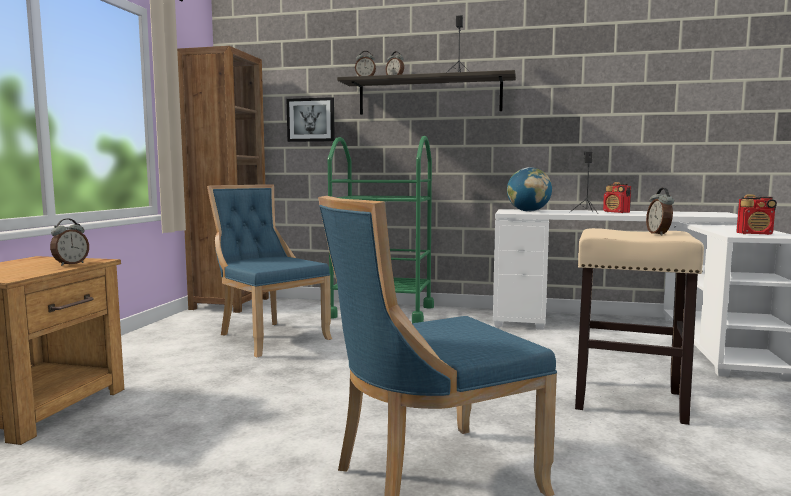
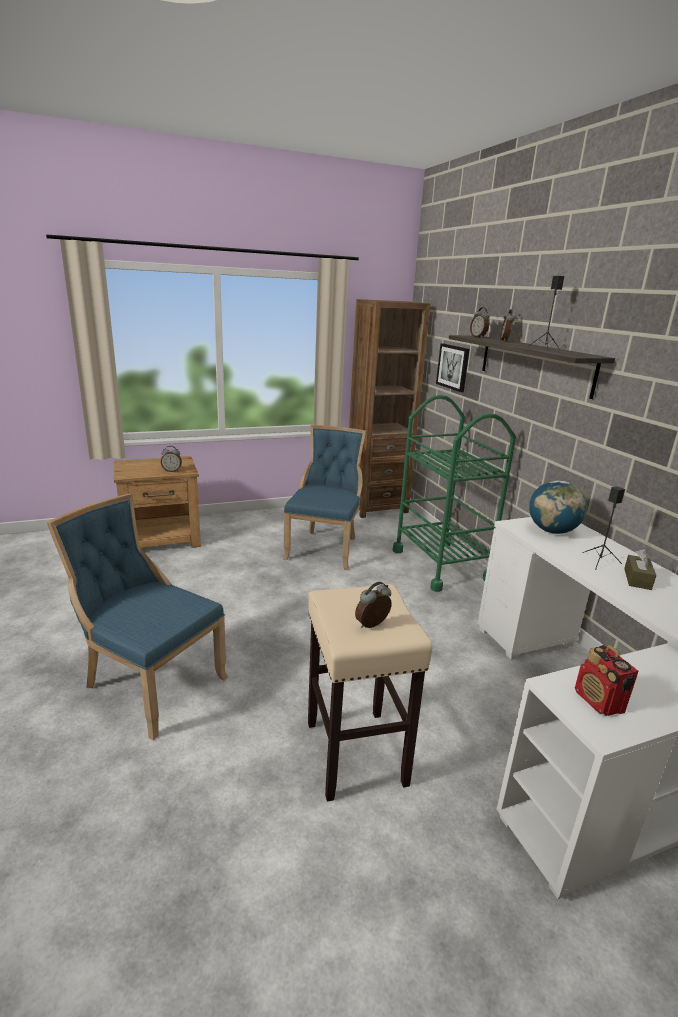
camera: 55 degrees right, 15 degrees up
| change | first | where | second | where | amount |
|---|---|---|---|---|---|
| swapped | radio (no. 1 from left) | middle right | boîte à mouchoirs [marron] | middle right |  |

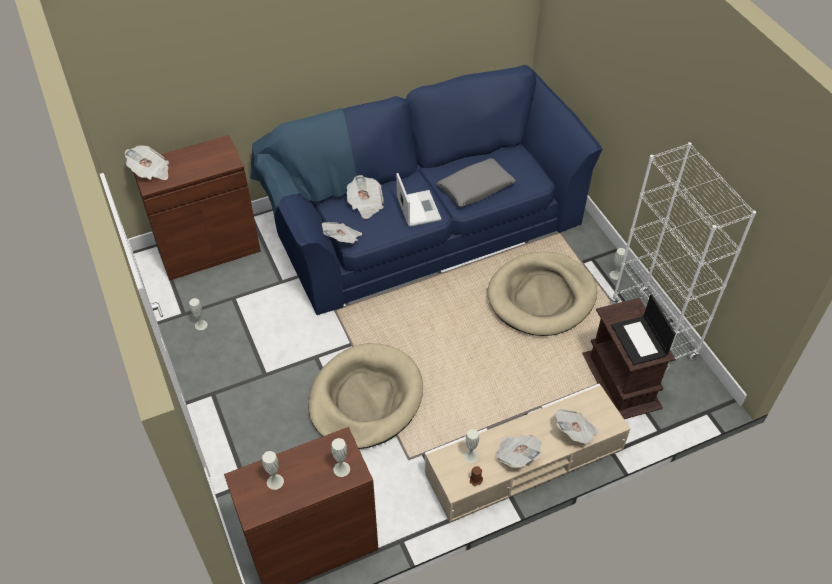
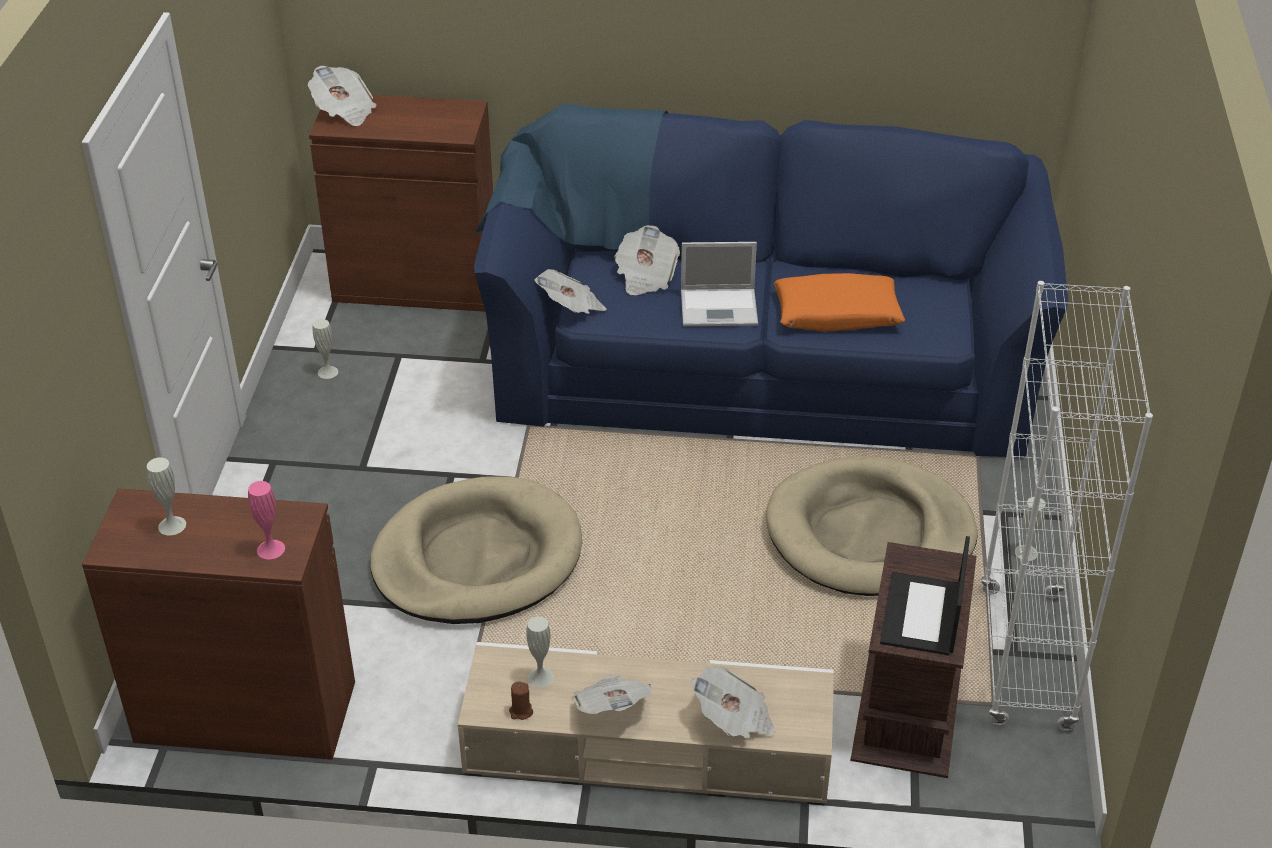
camera: 30 degrees right, 10 degrees down
| change | first | where | second | where | amount |
|---|---|---|---|---|---|
| repainted | vase [blanc] (no. 3 from left) | bottom centre | vase [rose] | middle left |  |
| rotated | ordinateur portable (no. 1 from left) | centre |  | centre | 75 degrees clockwise |
| repainted | coussin [gris] | top centre | coussin [orange] | centre |  |

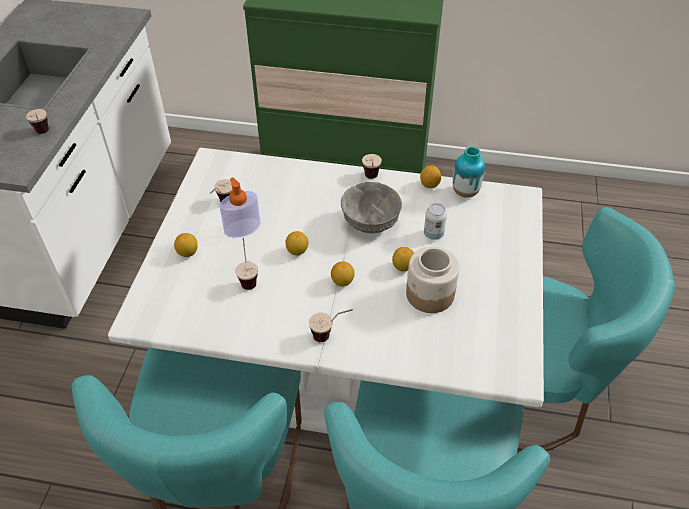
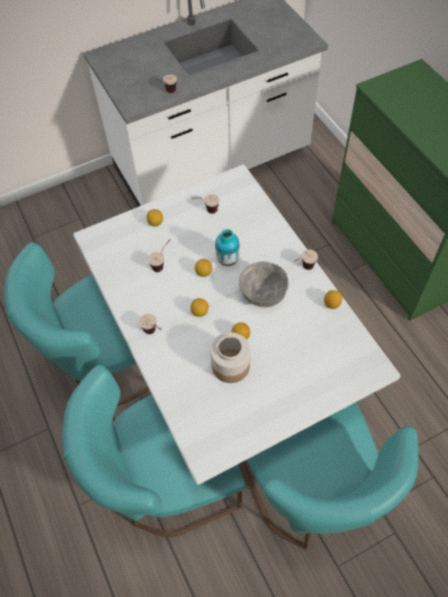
camera: 55 degrees right, 10 degrees up
| change | first | where | second | where | amount |
|---|---|---|---|---|---|
| shifted | vase | middle right |  | centre |  |
| gone | distributeur de savon | centre |  |  |  |
| gone | boîte métallique | centre |  |  |  |

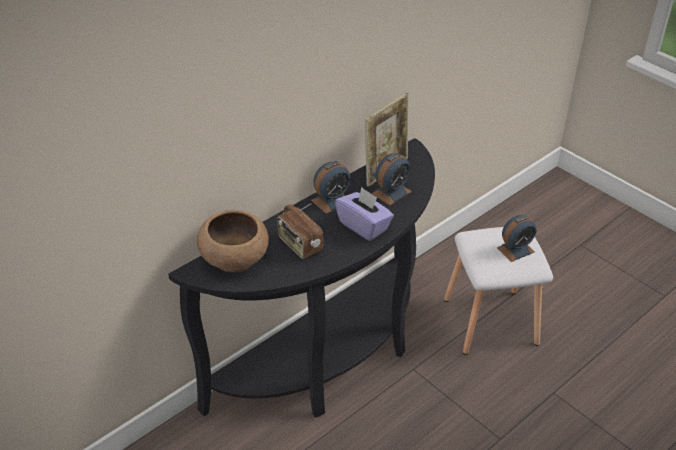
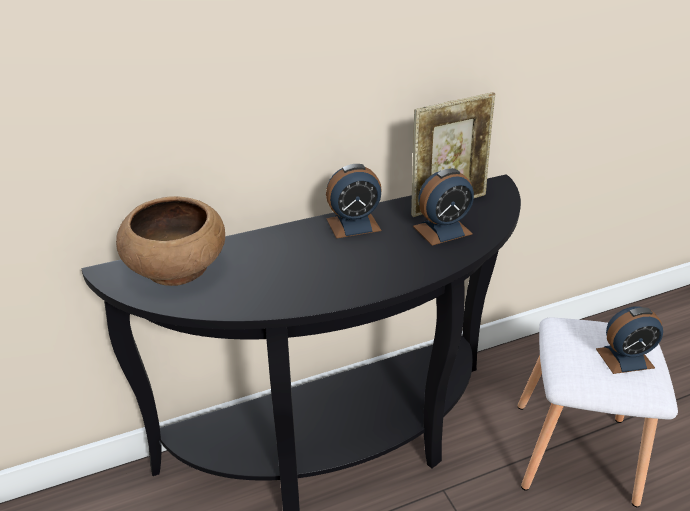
camera: 20 degrees right, 5 degrees down
| change | first | where | second | where | amount |
|---|---|---|---|---|---|
| gone | radio | centre |  |  |  |
| gone | boîte à mouchoirs [violet] | centre |  |  |  |

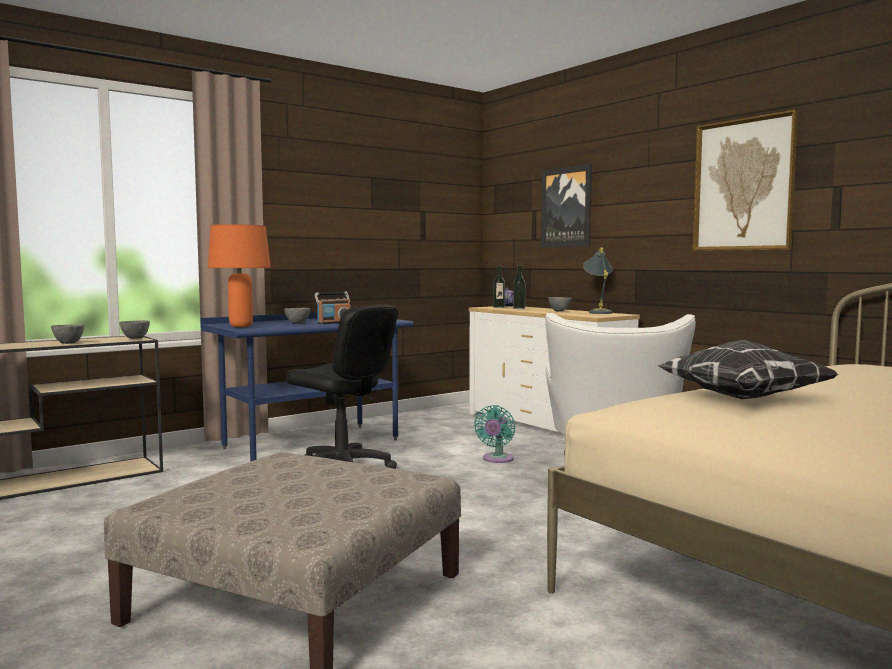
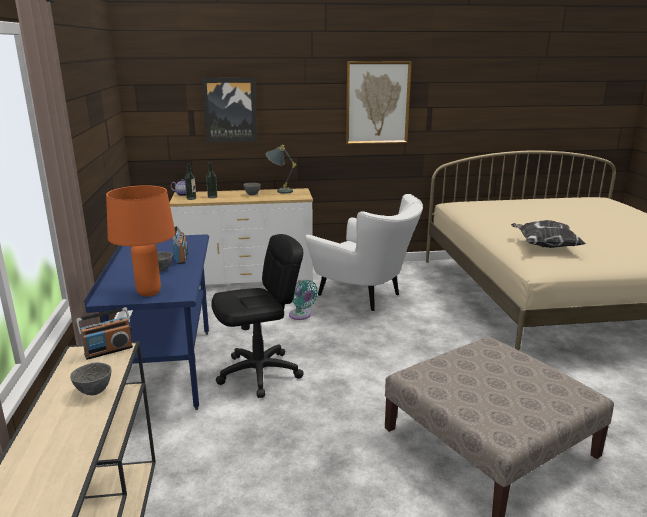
camera: 60 degrees left, 15 degrees up
| change | first | where | second | where | amount |
|---|---|---|---|---|---|
| swapped | bol [gris] (no. 2 from left) | middle left | radio (no. 1 from left) | middle left |  |

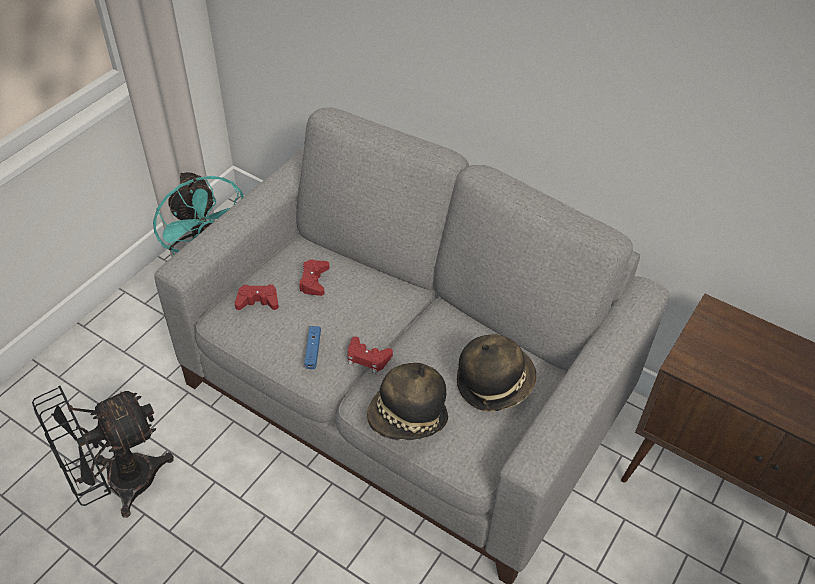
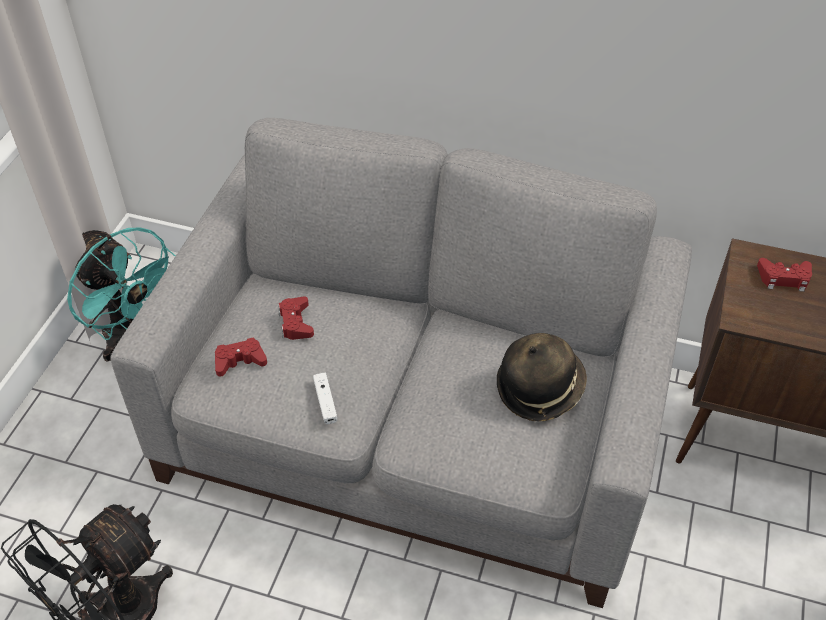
camera: 15 degrees left, 0 degrees up
| change | first | where | second | where | amount |
|---|---|---|---|---|---|
| repainted | manette [bleu] | centre | manette [blanc] | centre |  |
| shifted | manette [rouge] (no. 3 from left) | centre |  | middle right |  |
| gone | chapeau (no. 1 from left) | bottom centre |  |  |  |

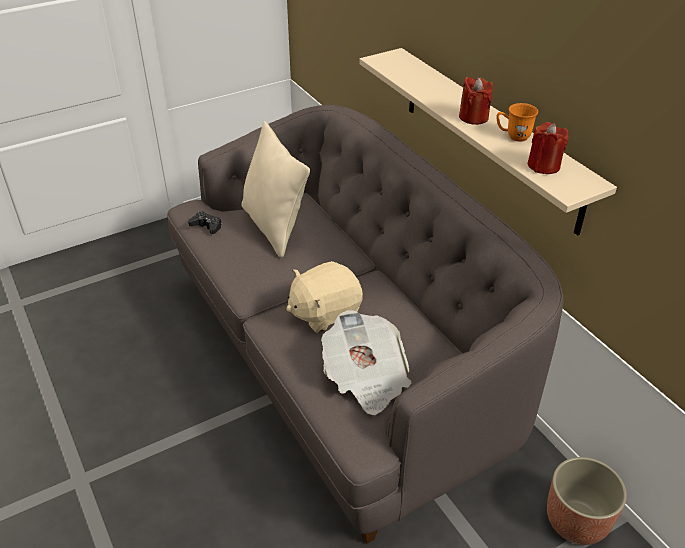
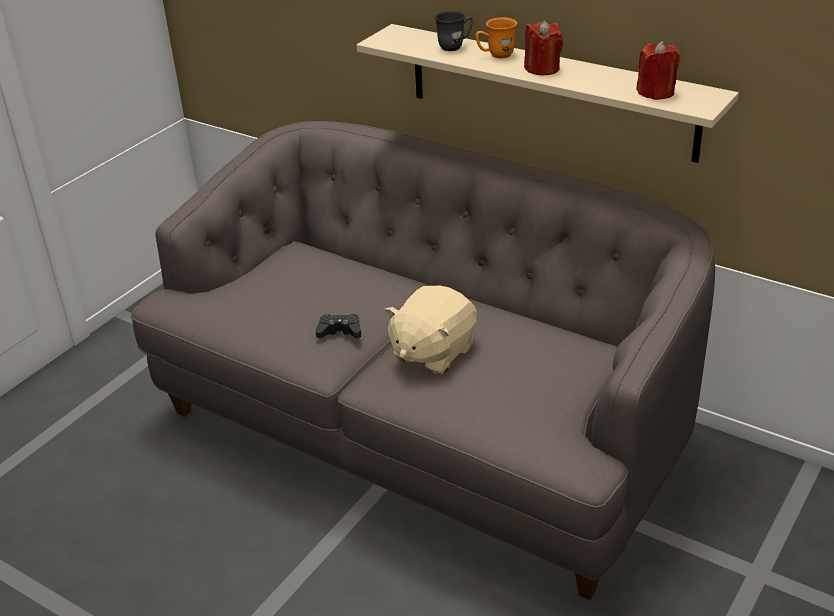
camera: 25 degrees left, 5 degrees down
| change | first | where | second | where | amount |
|---|---|---|---|---|---|
| shifted | manette [noir] | middle left |  | centre |  |
| new |  |  | mug [gris] | top centre |  |
| shifted | mug [orange] | top right |  | top centre |  |
| gone | coussin [beige] | centre |  |  |  |
| gone | journal | centre |  |  |  |
| gone | cache-pot | bottom right |  |  |  |

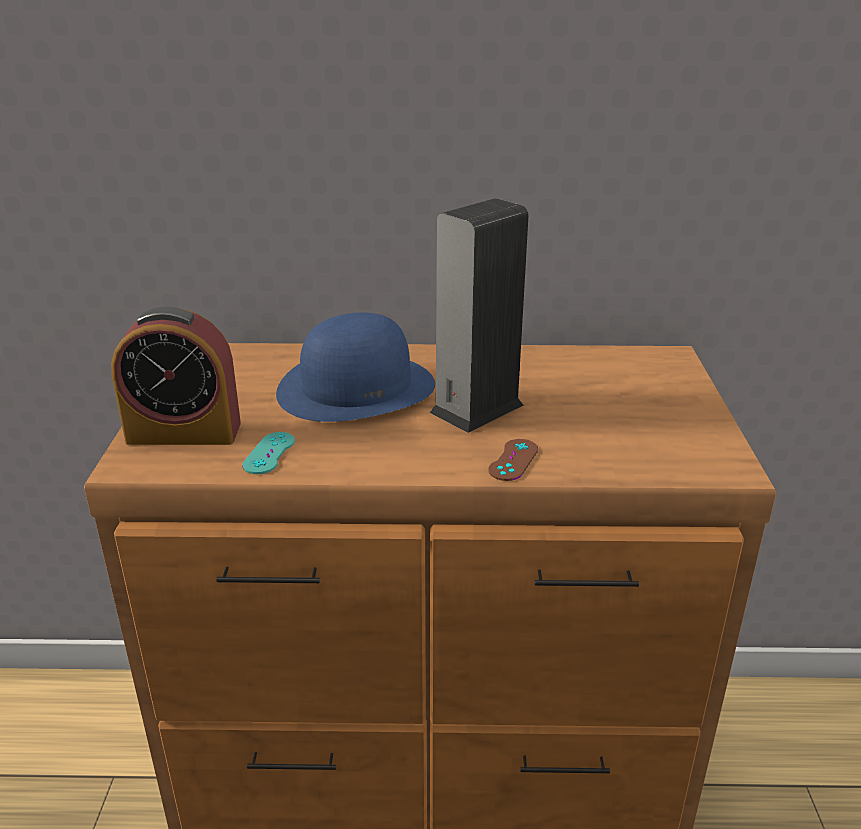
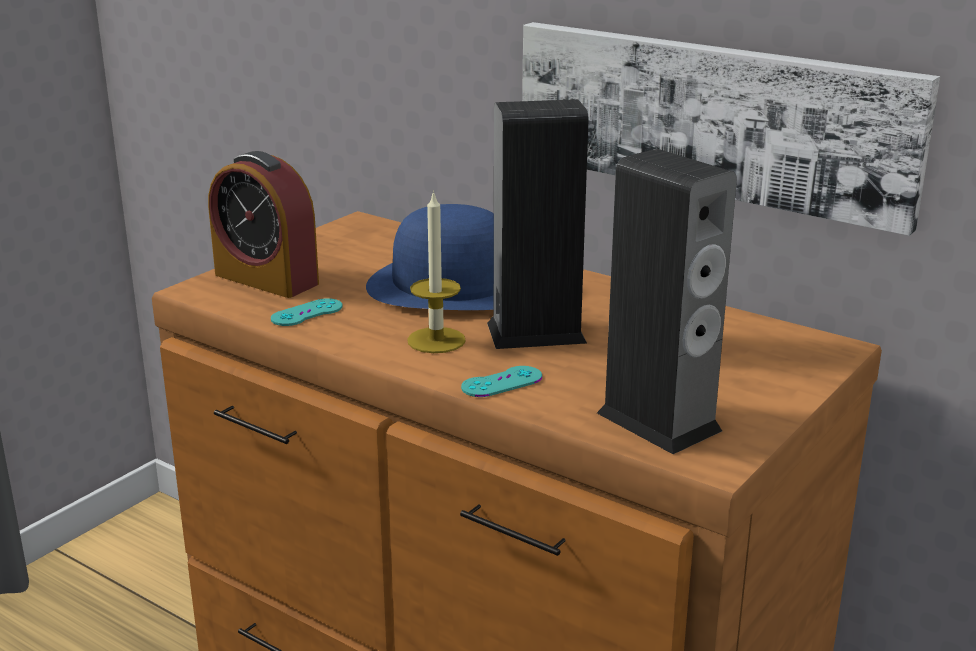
camera: 35 degrees right, 5 degrees down
| change | first | where | second | where | amount |
|---|---|---|---|---|---|
| new |  |  | bougie | centre |  |
| repainted | manette [marron] | centre | manette [turquoise] (no. 2 from left) | centre |  |
| new |  |  | tableau | top right |  |
| new |  |  | enceinte (no. 2 from left) | middle right |  |

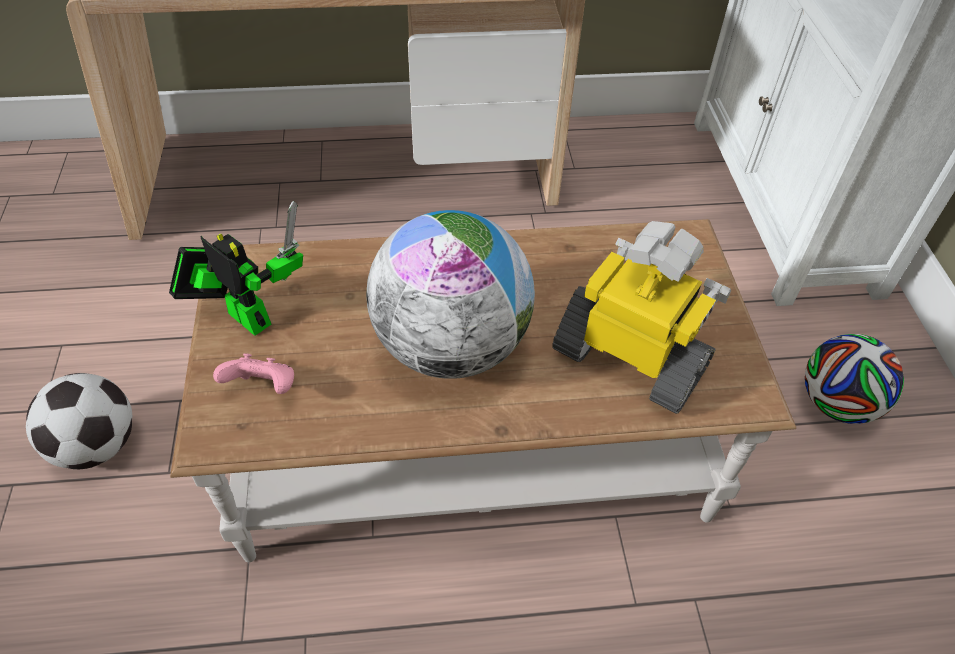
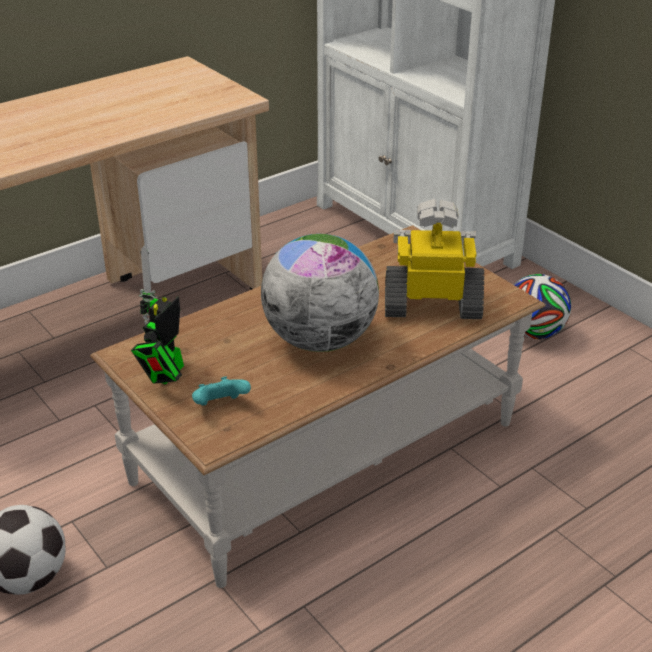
camera: 30 degrees left, 15 degrees down
| change | first | where | second | where | amount |
|---|---|---|---|---|---|
| rotated | robot jouet (no. 1 from left) | middle left |  | middle left | 75 degrees counterclockwise |
| repainted | manette [rose] | middle left | manette [turquoise] | centre |  |

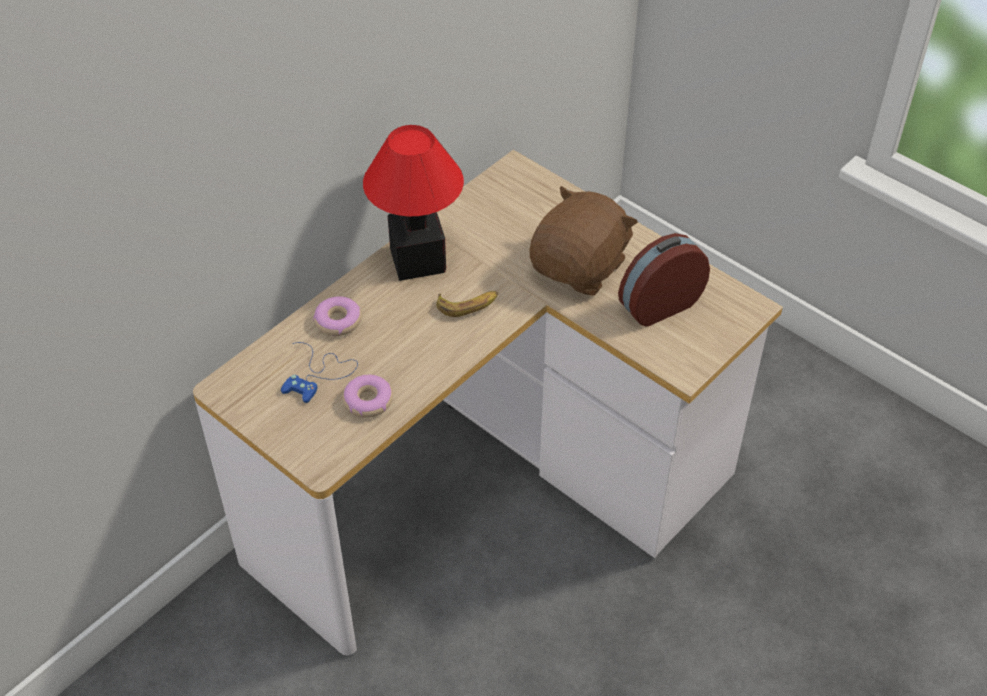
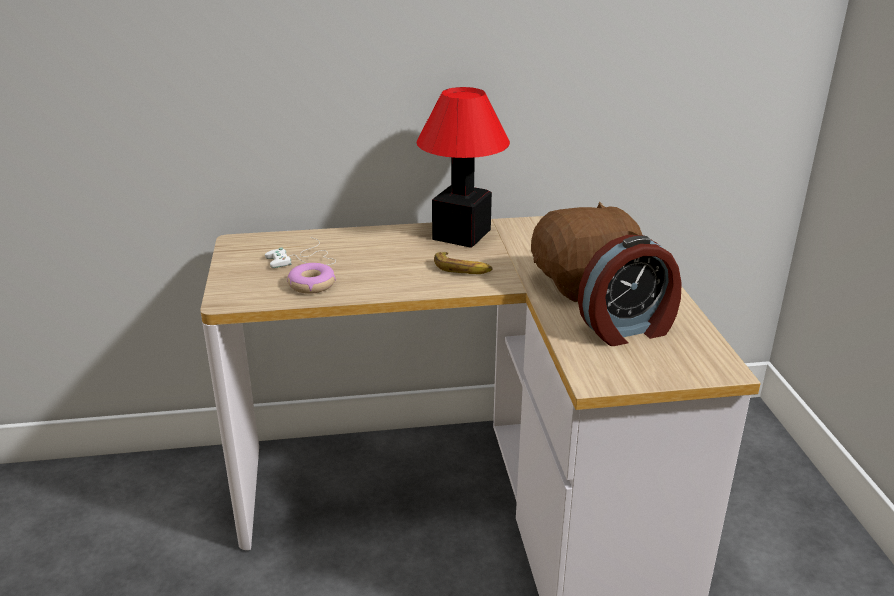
camera: 40 degrees right, 20 degrees down
| change | first | where | second | where | amount |
|---|---|---|---|---|---|
| repainted | manette [bleu] | middle left | manette [blanc] | centre |  |
| rotated | réveil | middle right |  | middle right | 150 degrees clockwise |
| gone | beignet (no. 1 from left) | centre |  |  |  |

